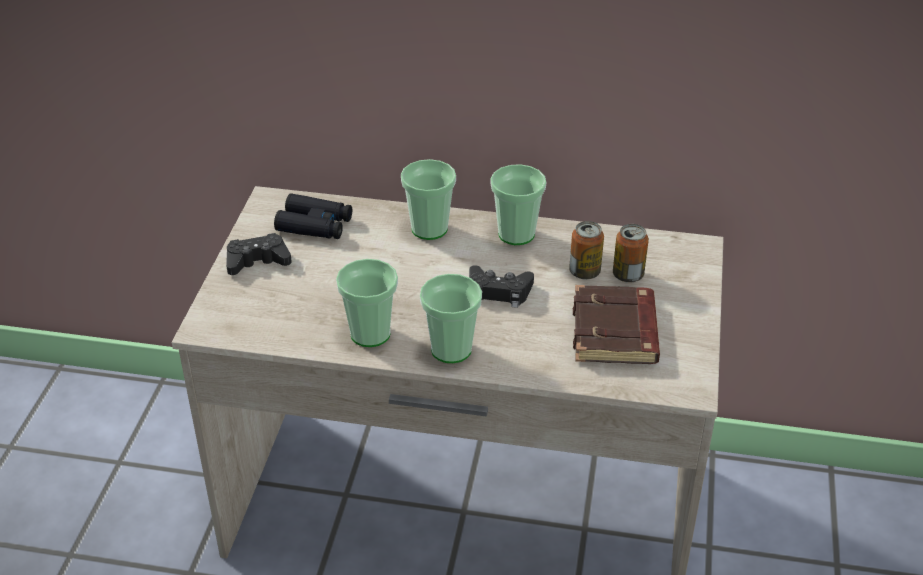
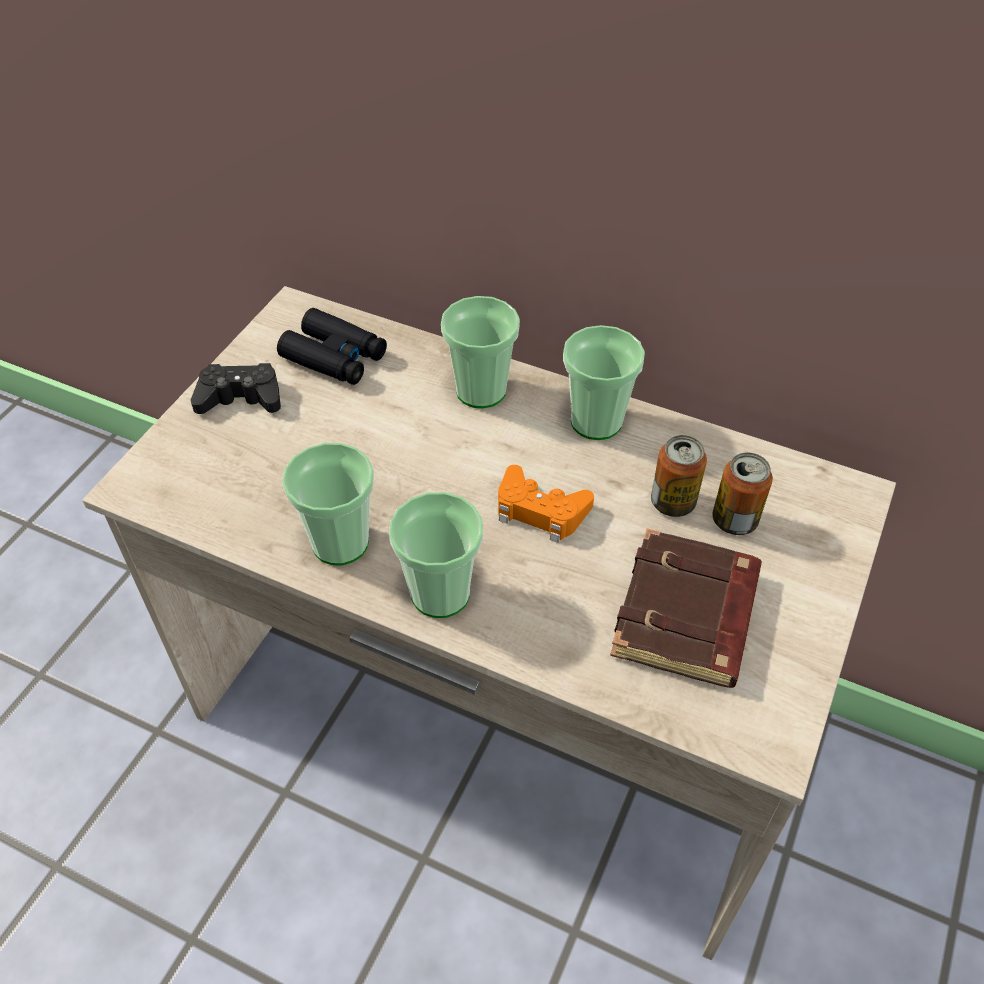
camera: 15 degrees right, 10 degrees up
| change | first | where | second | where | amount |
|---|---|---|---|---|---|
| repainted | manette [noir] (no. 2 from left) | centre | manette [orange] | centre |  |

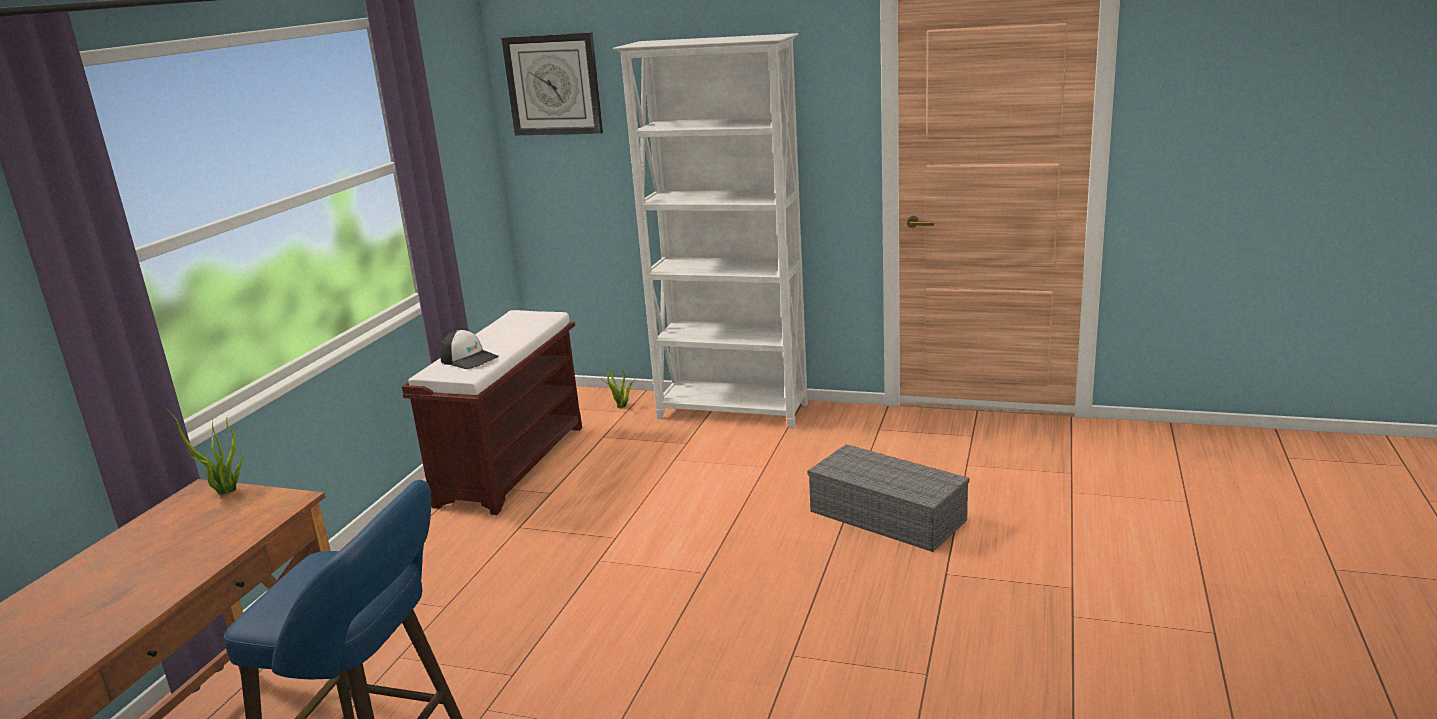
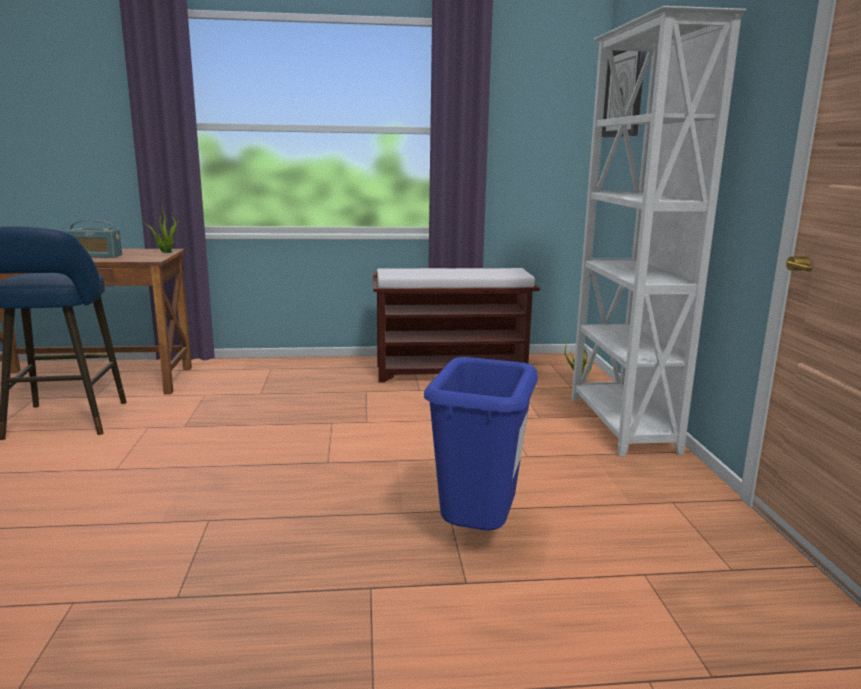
camera: 65 degrees right, 5 degrees down
| change | first | where | second | where | amount |
|---|---|---|---|---|---|
| new |  |  | radio | middle left |  |
| swapped | boîte de rangement [gris] | bottom centre | poubelle [bleu] | centre |  |
| gone | casquette | middle left |  |  |  |

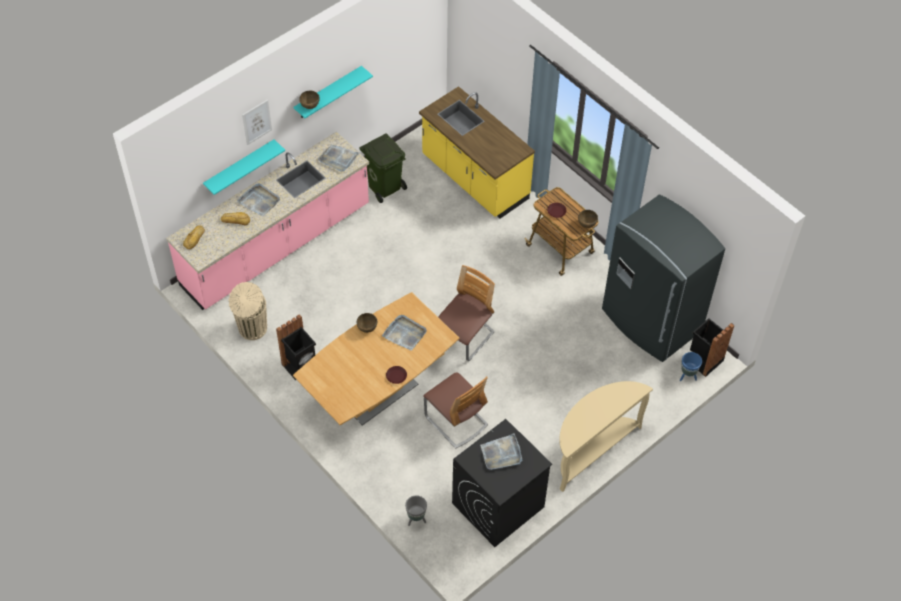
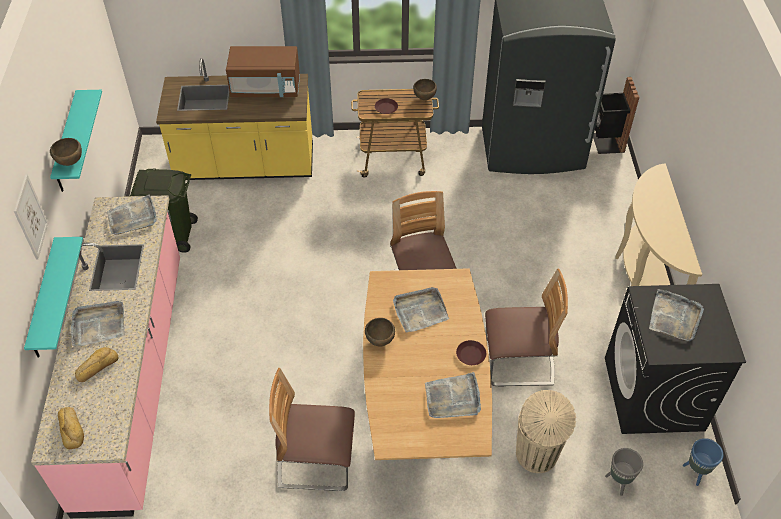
camera: 50 degrees left, 5 degrees down
| change | first | where | second | where | amount |
|---|---|---|---|---|---|
| new |  |  | micro-ondes [marron] | top centre |  |
| swapped | poubelle [noir] (no. 1 from left) | middle left | chaise (no. 1 from left) | bottom centre |  |
| new |  |  | plateau [gris] (no. 4 from left) | bottom centre |  |
| shifted | poubelle [beige] | middle left |  | bottom right |  |
| shifted | cache-pot [bleu] | middle right |  | bottom right |  |

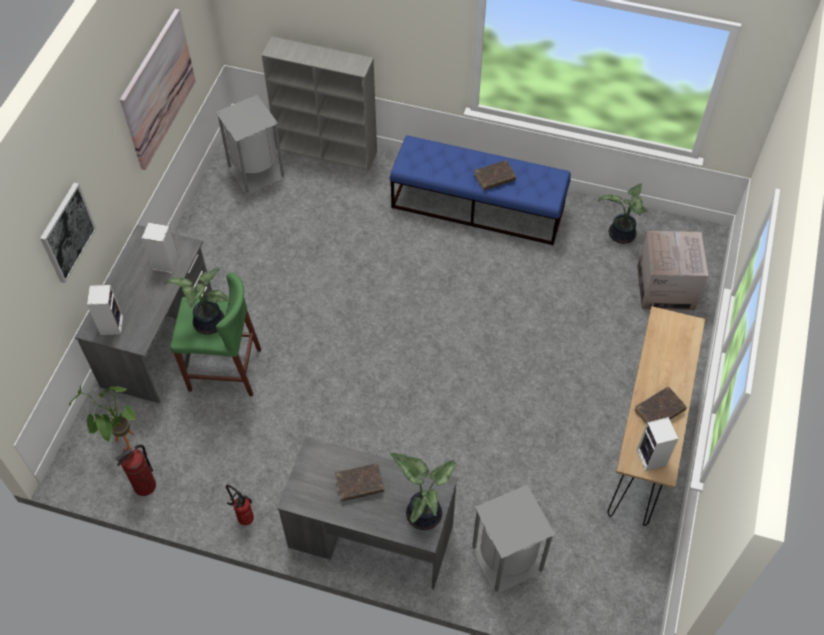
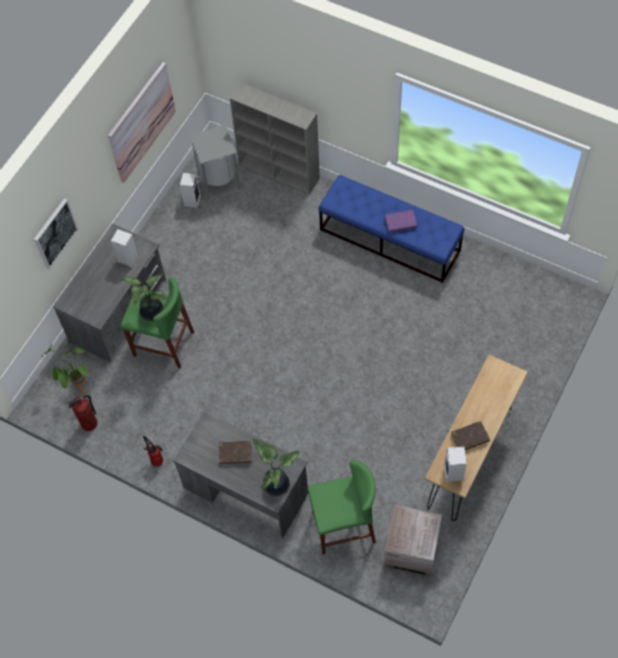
camera: 15 degrees right, 5 degrees up
| change | first | where | second | where | amount |
|---|---|---|---|---|---|
| shifted | enceinte (no. 1 from left in the first image) | middle left | enceinte (no. 2 from left) | top left |  |
| swapped | poubelle [gris] (no. 2 from left) | bottom centre | tabouret [vert] (no. 2 from left) | bottom centre |  |
| shifted | carton | middle right |  | bottom right |  |
| repainted | livre [marron] (no. 2 from left) | top centre | livre [violet] | centre |  |
| gone | plante en pot (no. 4 from left) | middle right |  |  |  |

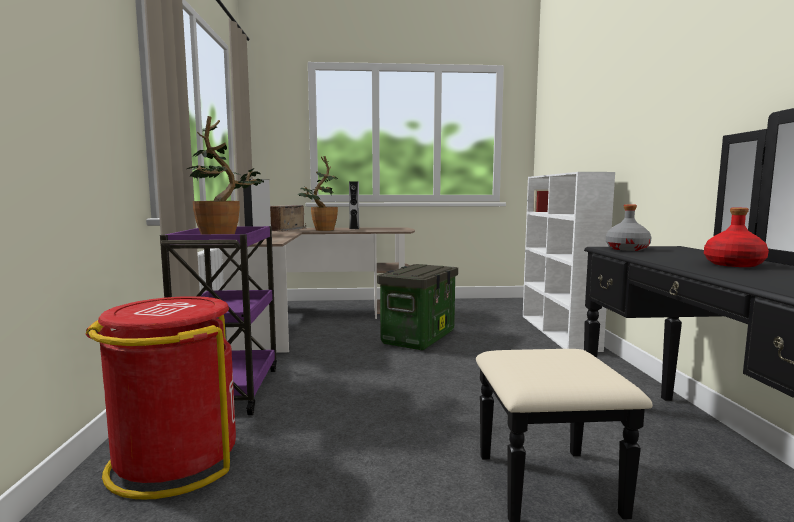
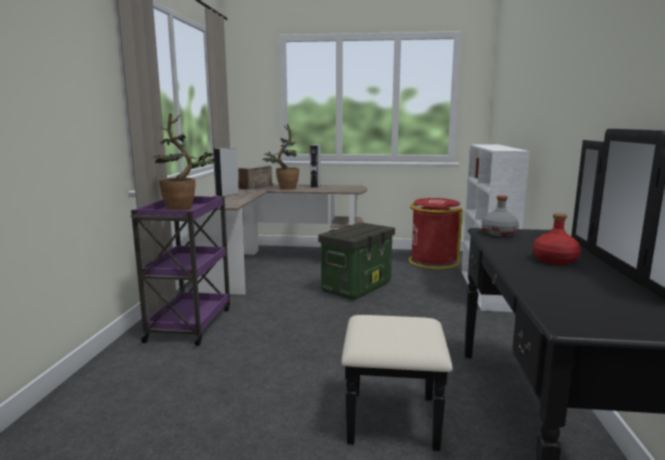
camera: 10 degrees right, 5 degrees up
| change | first | where | second | where | amount |
|---|---|---|---|---|---|
| shifted | poubelle [rouge] | bottom left |  | centre |  |

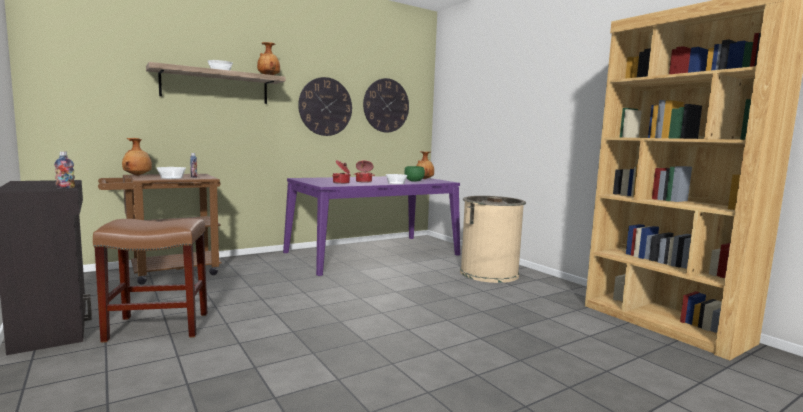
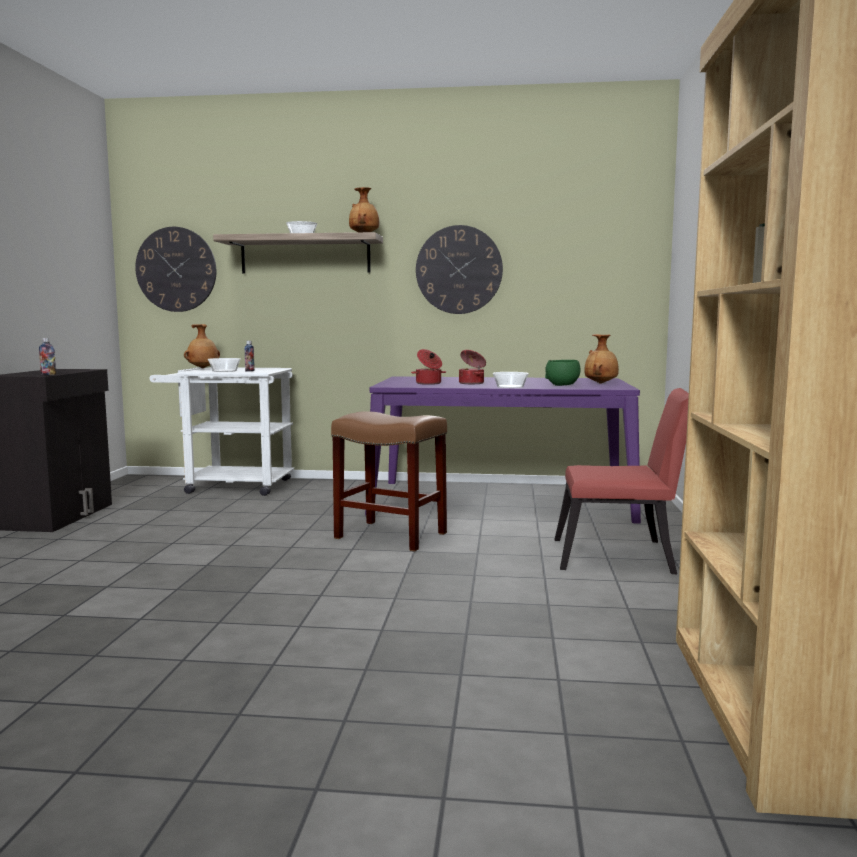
camera: 40 degrees right, 0 degrees up
| change | first | where | second | where | amount |
|---|---|---|---|---|---|
| shifted | horloge murale (no. 2 from left in the first image) | top centre | horloge murale (no. 1 from left) | top left |  |
| repainted | chariot [marron] | middle left | chariot [blanc] | middle left |  |
| shifted | tabouret [marron] | bottom left |  | centre |  |
| swapped | poubelle [beige] | centre | chaise [rouge] | middle right |  |

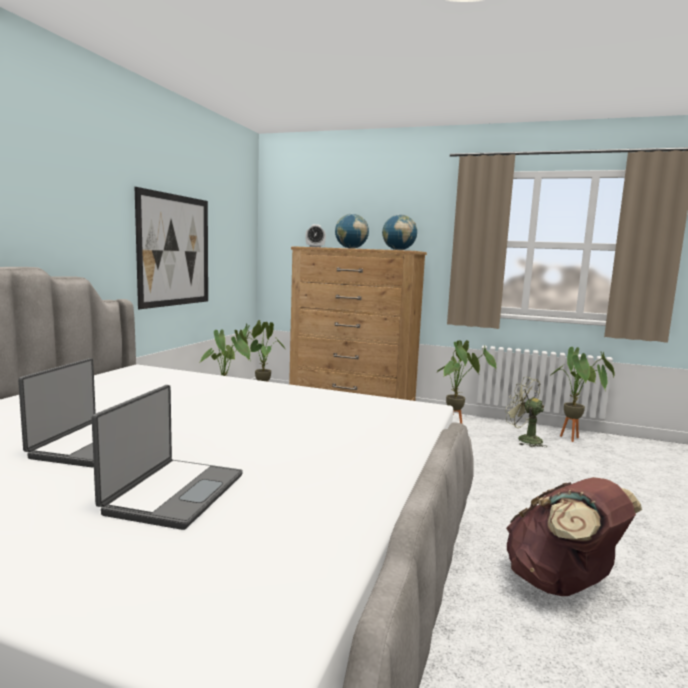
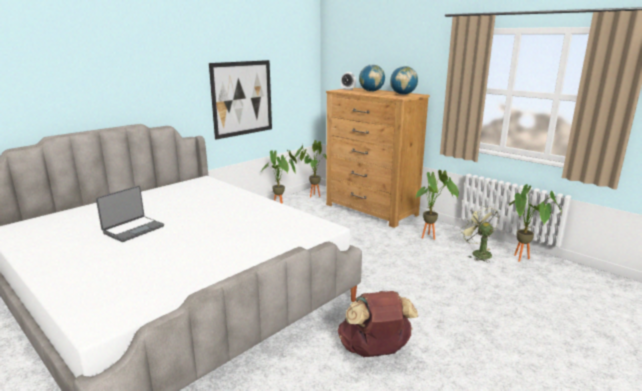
camera: 25 degrees right, 10 degrees up
| change | first | where | second | where | amount |
|---|---|---|---|---|---|
| gone | ordinateur portable (no. 2 from left) | middle left |  |  |  |

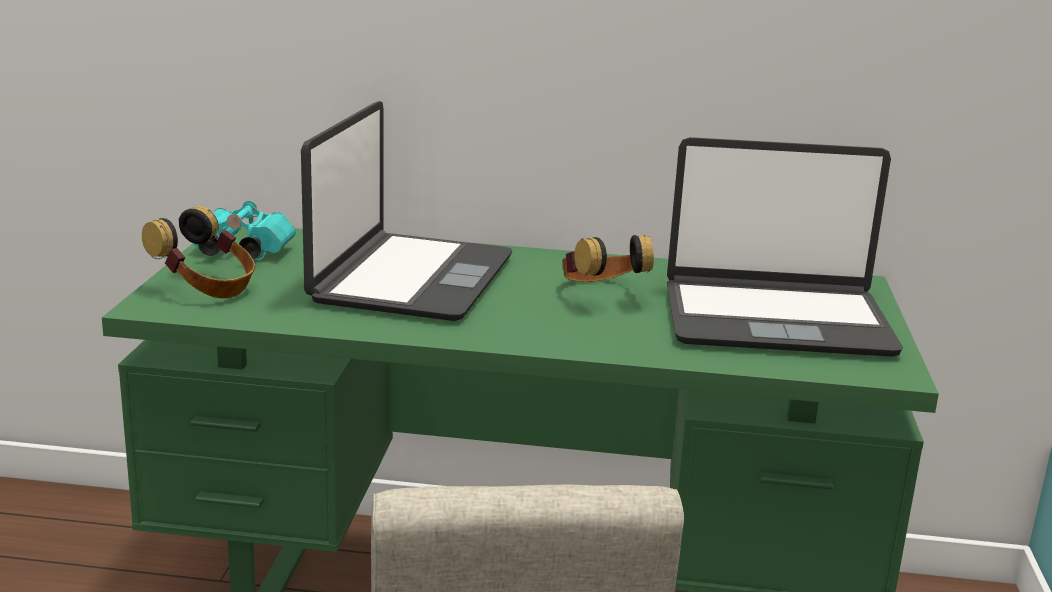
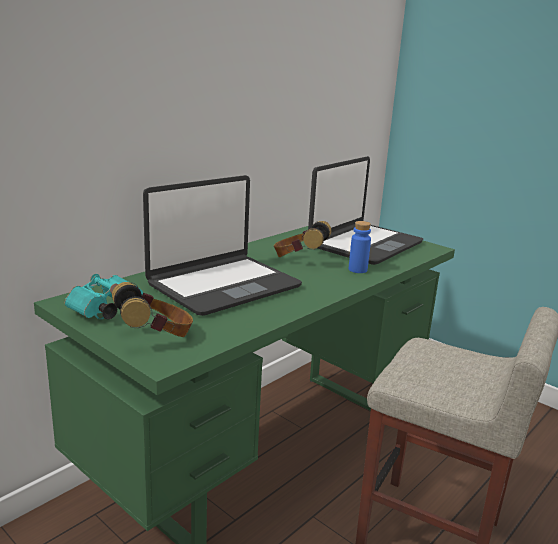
camera: 55 degrees left, 0 degrees up
| change | first | where | second | where | amount |
|---|---|---|---|---|---|
| rotated | ordinateur portable (no. 1 from left) | centre |  | centre | 90 degrees clockwise |
| new |  |  | bouteille [bleu] | centre |  |

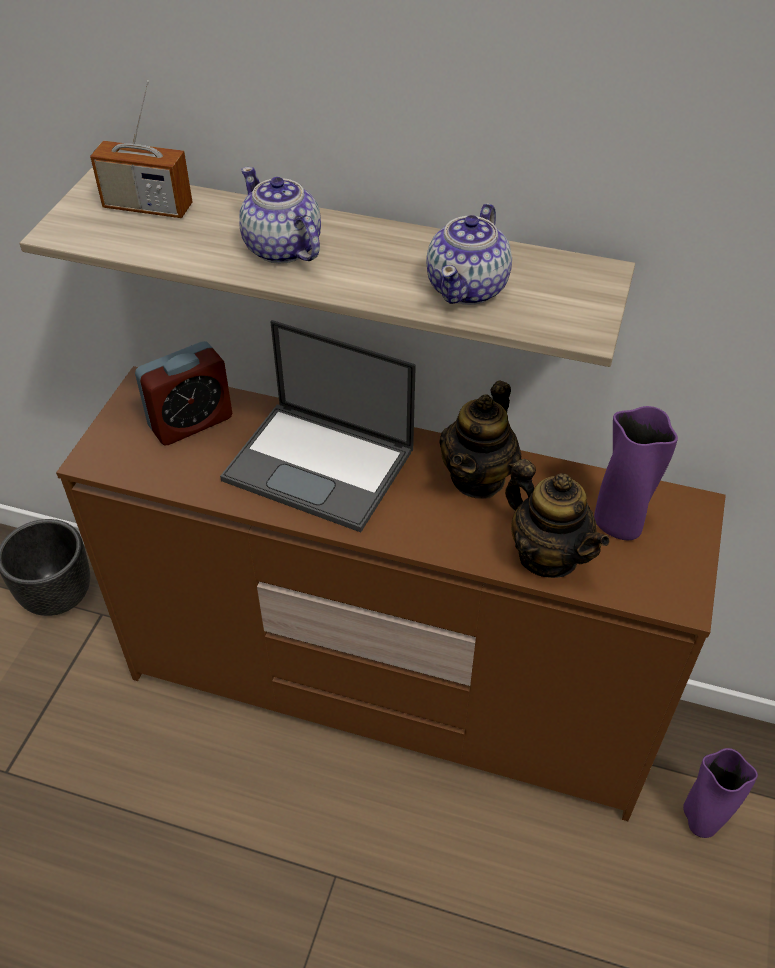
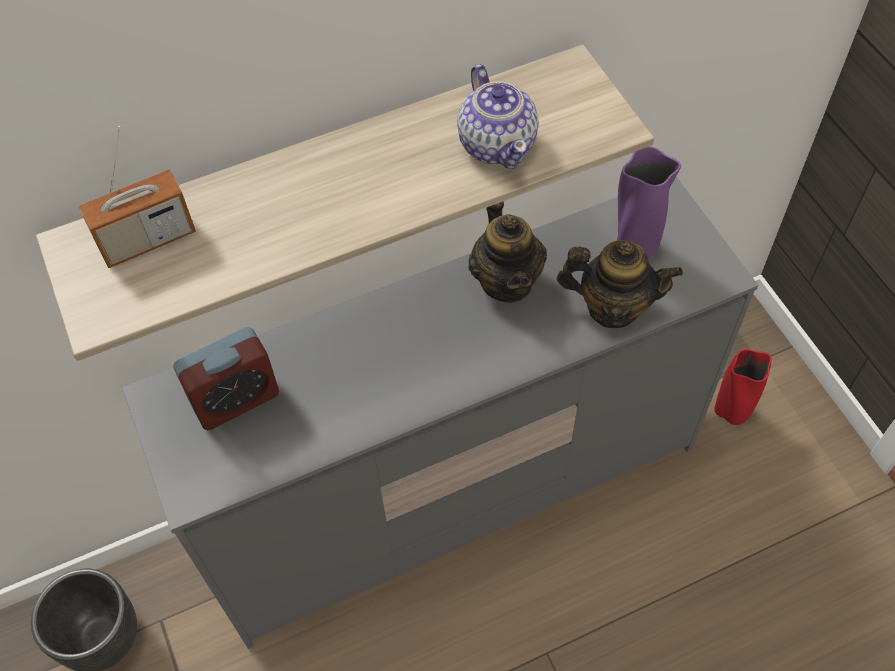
camera: 40 degrees left, 10 degrees up
| change | first | where | second | where | amount |
|---|---|---|---|---|---|
| repainted | commode [marron] | centre | commode [gris] | centre |  |
| rotated | réveil | middle left |  | middle left | 45 degrees clockwise |
| repainted | vase [violet] (no. 2 from left) | bottom right | vase [rouge] | middle right |  |
| gone | ordinateur portable | centre |  |  |  |
| gone | théière (no. 1 from left) | top centre |  |  |  |

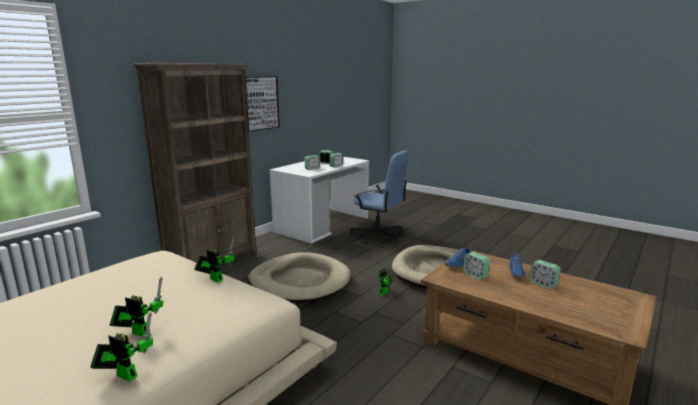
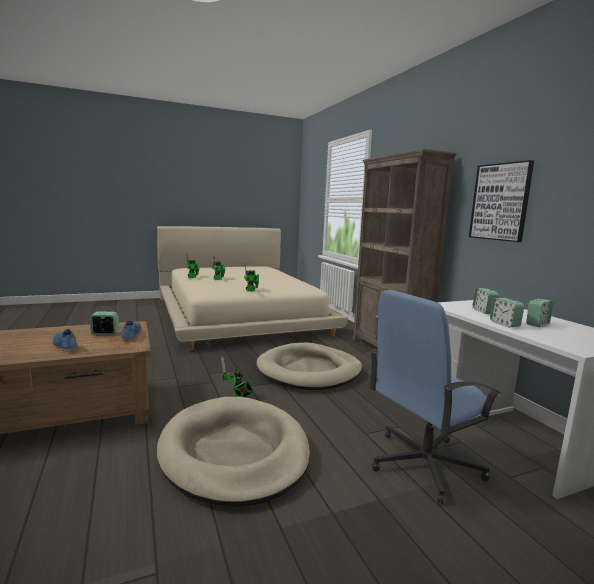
camera: 120 degrees right, 5 degrees down
| change | first | where | second | where | amount |
|---|---|---|---|---|---|
| gone | réveil (no. 5 from left) | bottom right |  |  |  |

